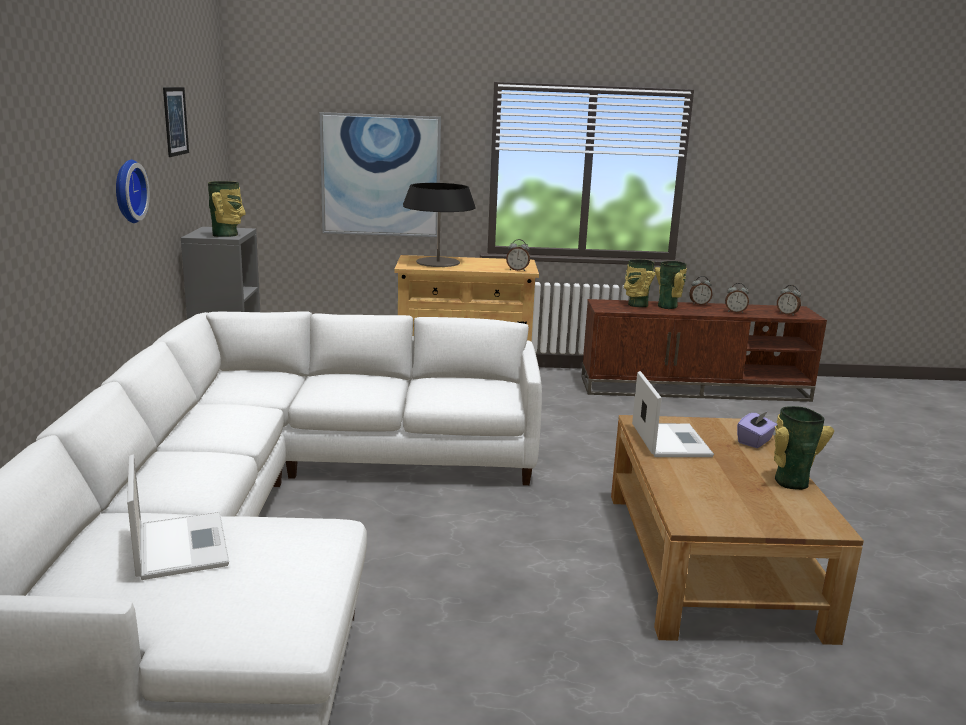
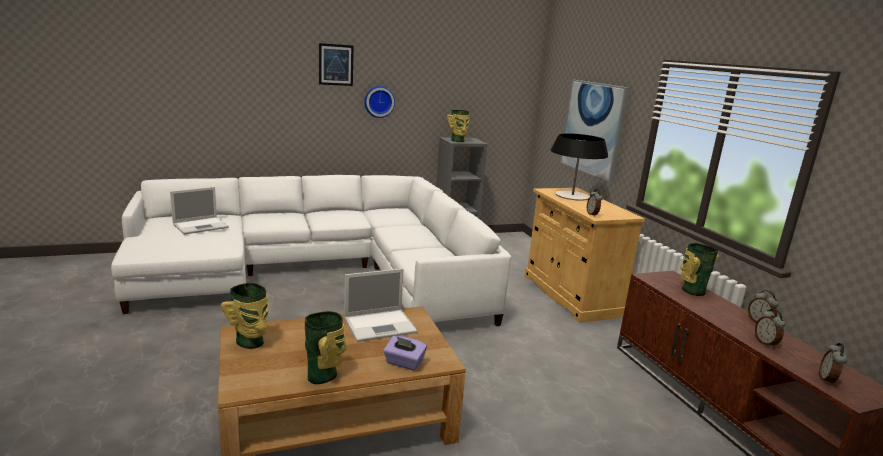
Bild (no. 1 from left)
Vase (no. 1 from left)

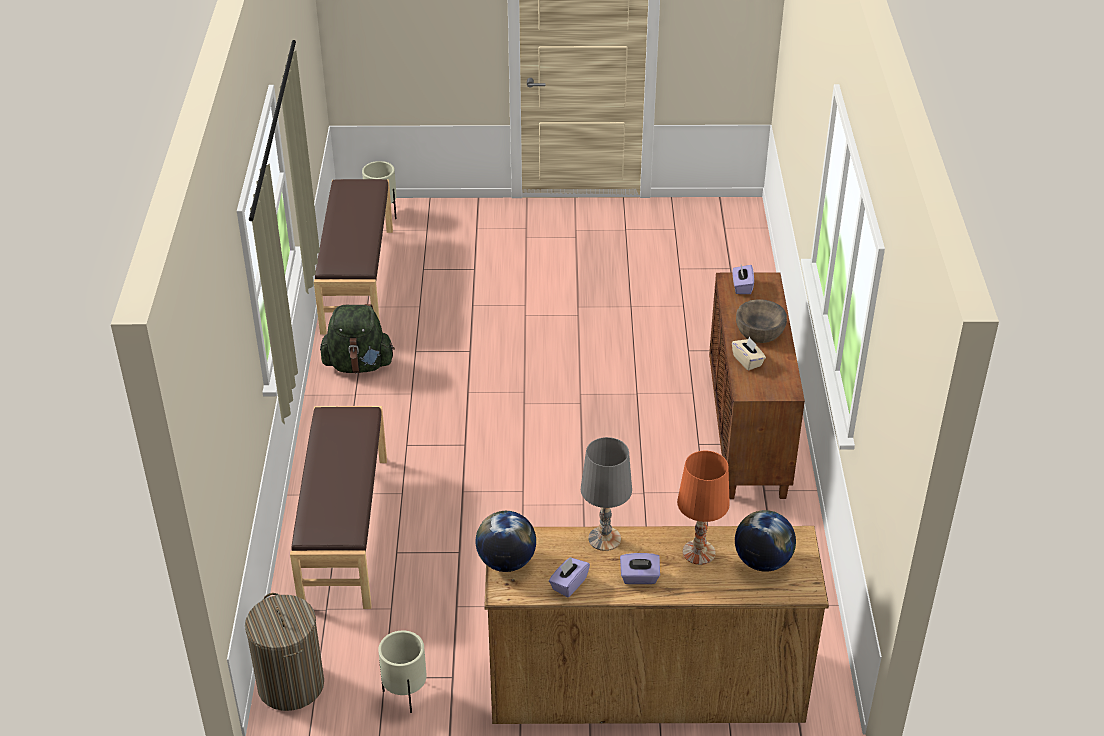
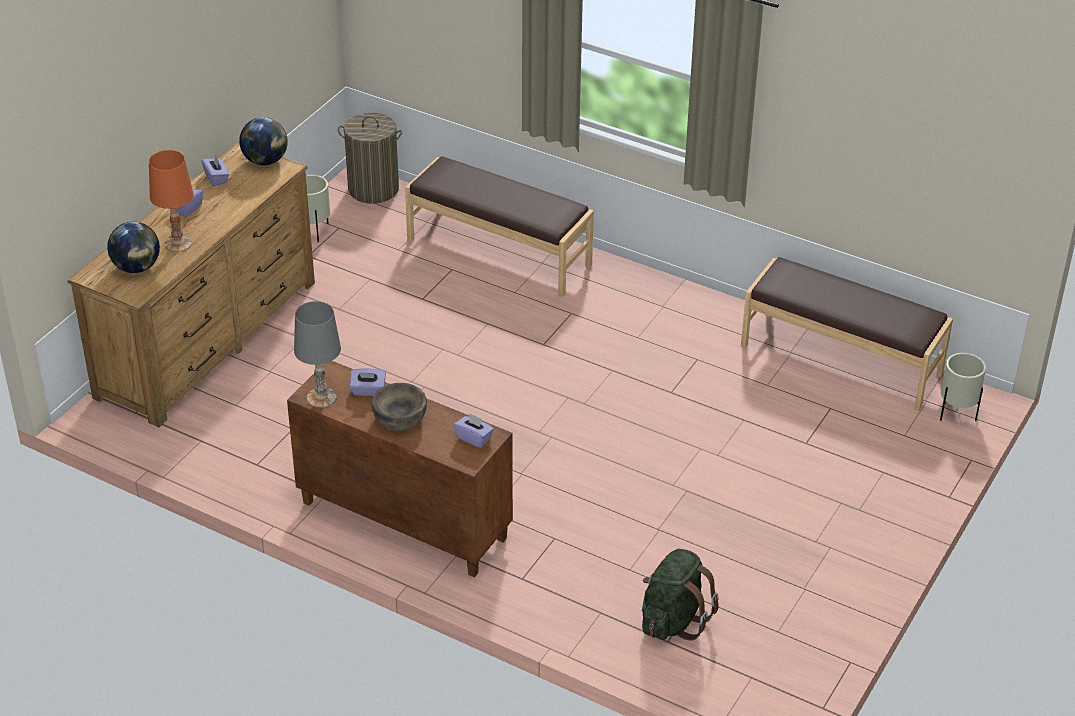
Rucksack [grün]
Taschentuchbox [lila] (no. 3 from left)
Tischlampe [grau]

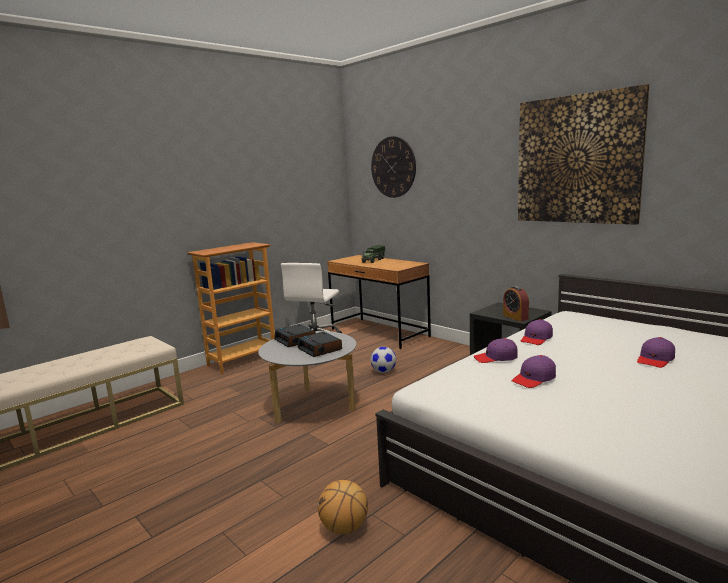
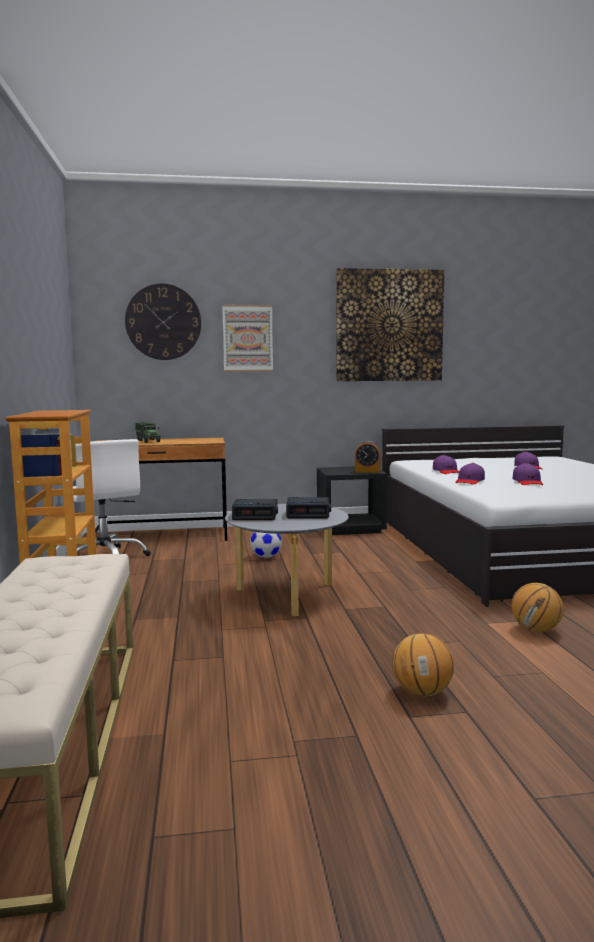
Bild (no. 1 from left)
Basketball (no. 1 from left)

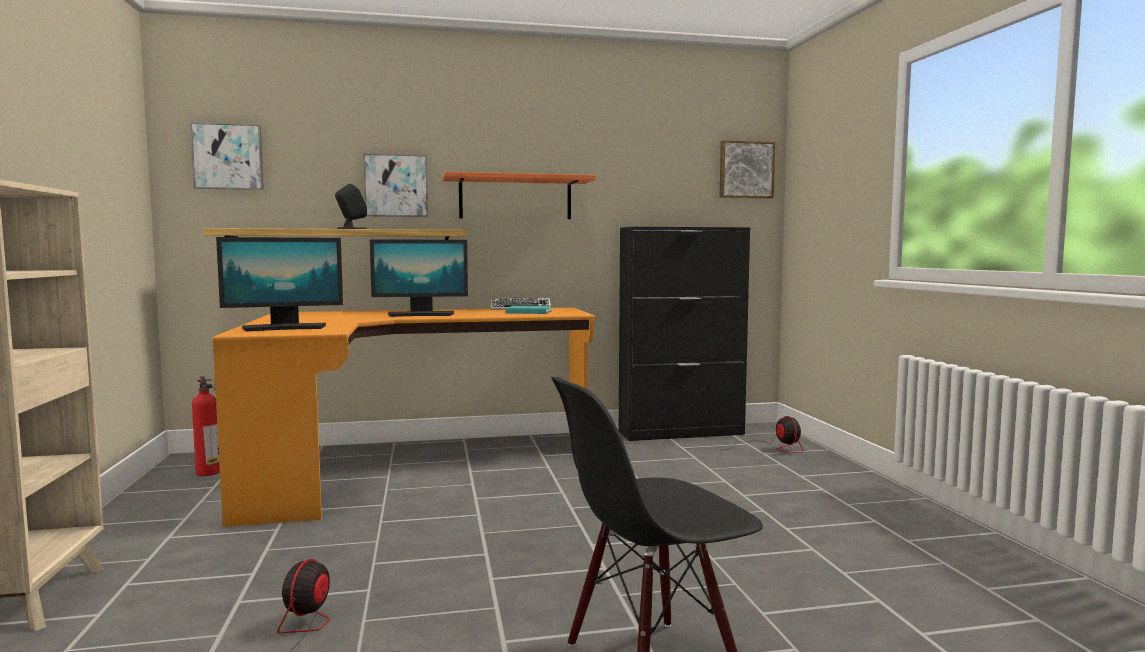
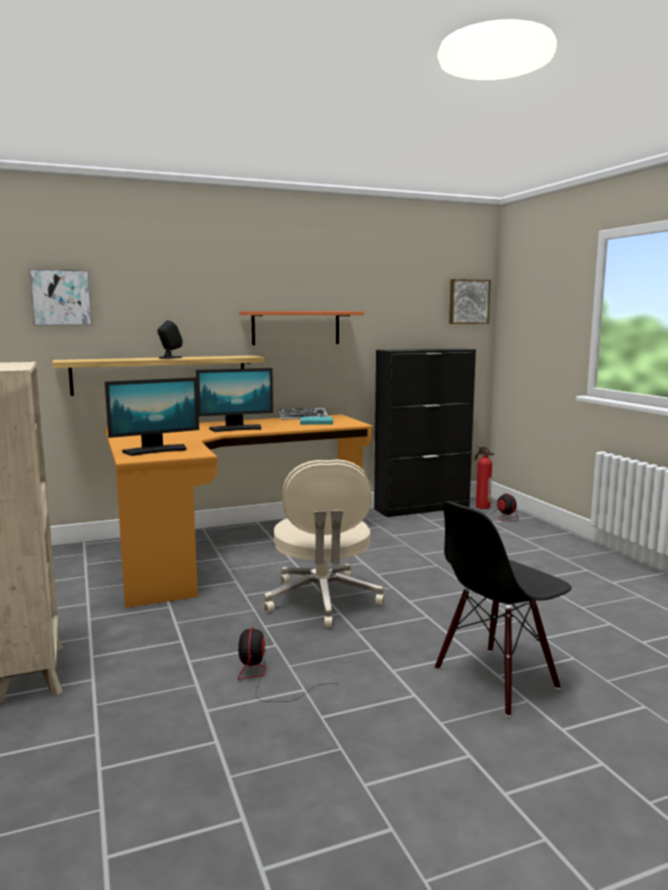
Bild (no. 2 from left in the first image)
Feuerlöscher
Bürostuhl [beige]

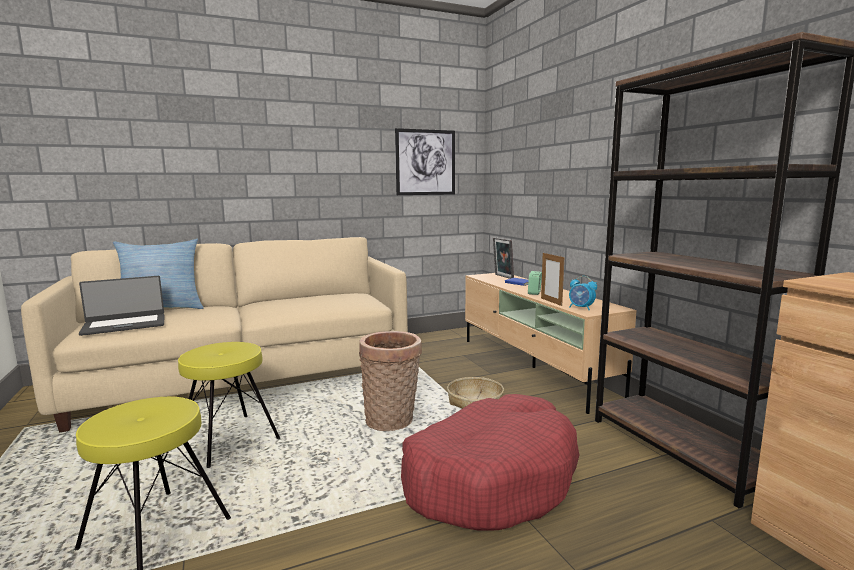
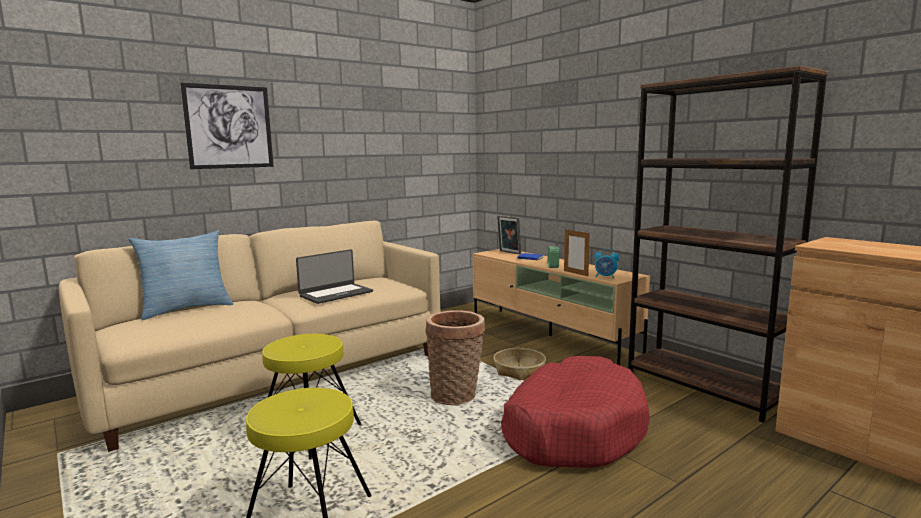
Bild
Laptop

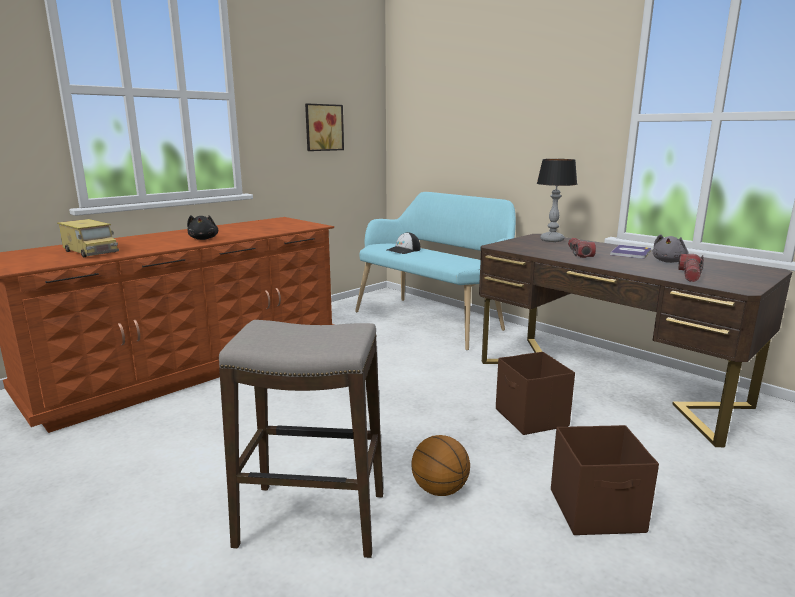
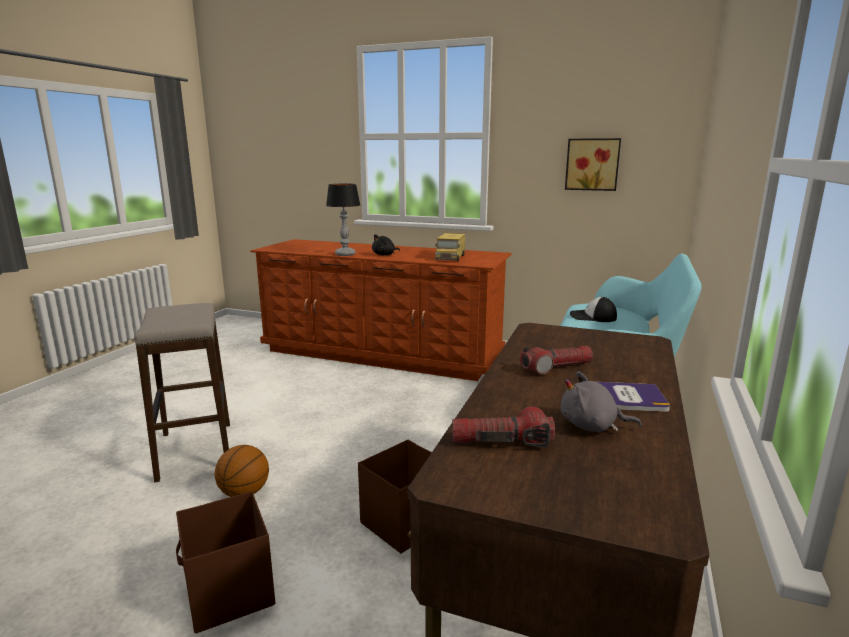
Tischlampe
Spielzeuglaster

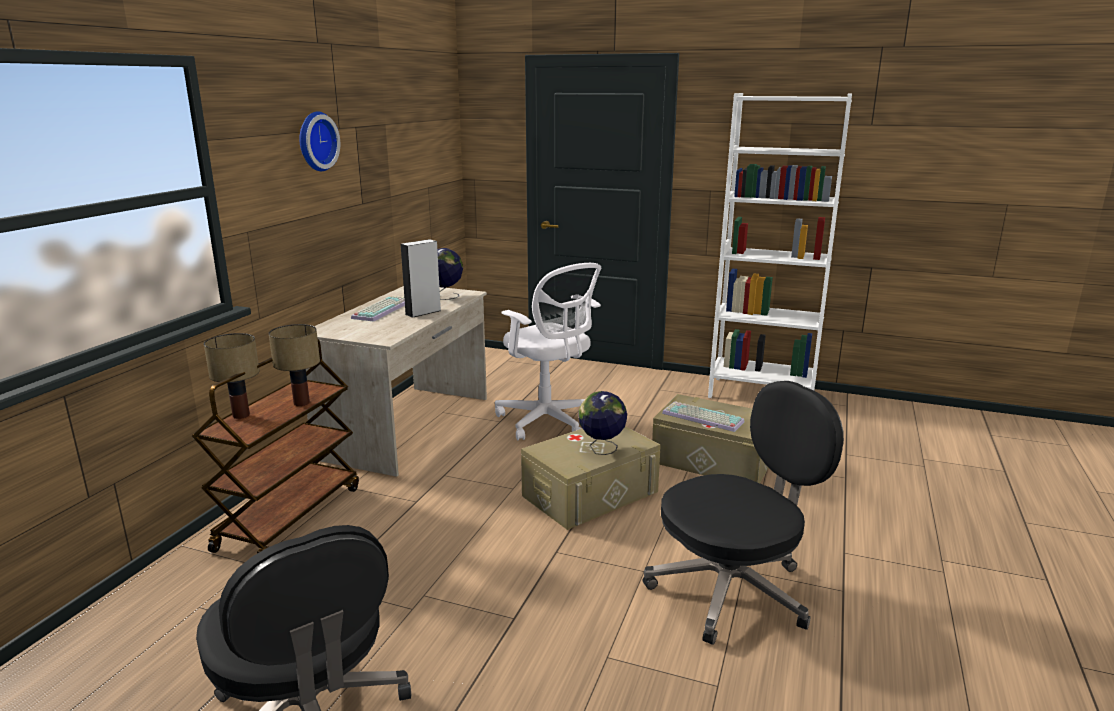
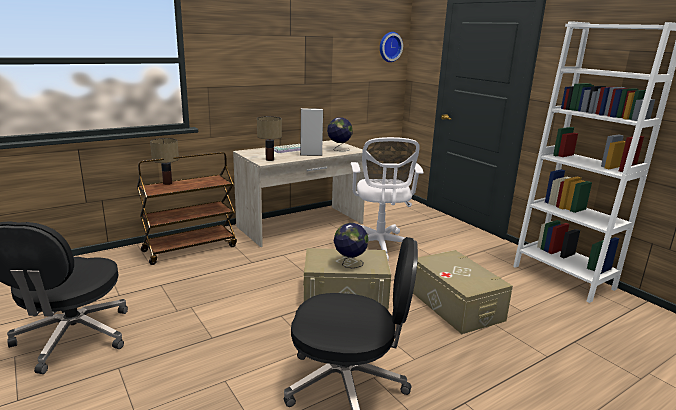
Wanduhr
Tischlampe (no. 2 from left)
Tastatur (no. 2 from left in the first image)

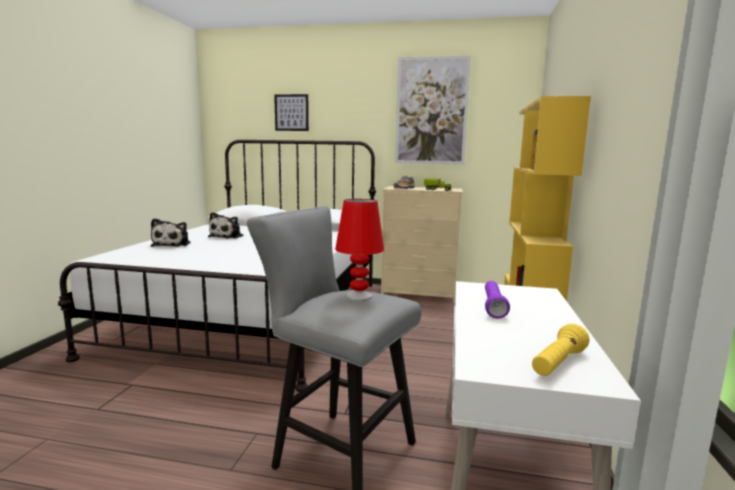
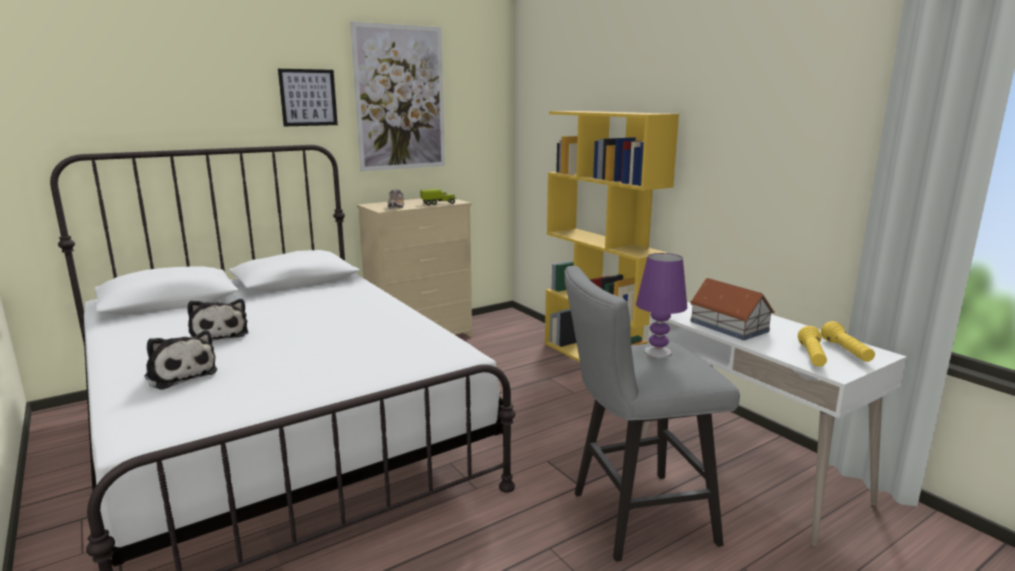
Bild (no. 1 from left)
Tischlampe [lila]
Spielzeughaus
Taschenlampe [gelb] (no. 1 from left)

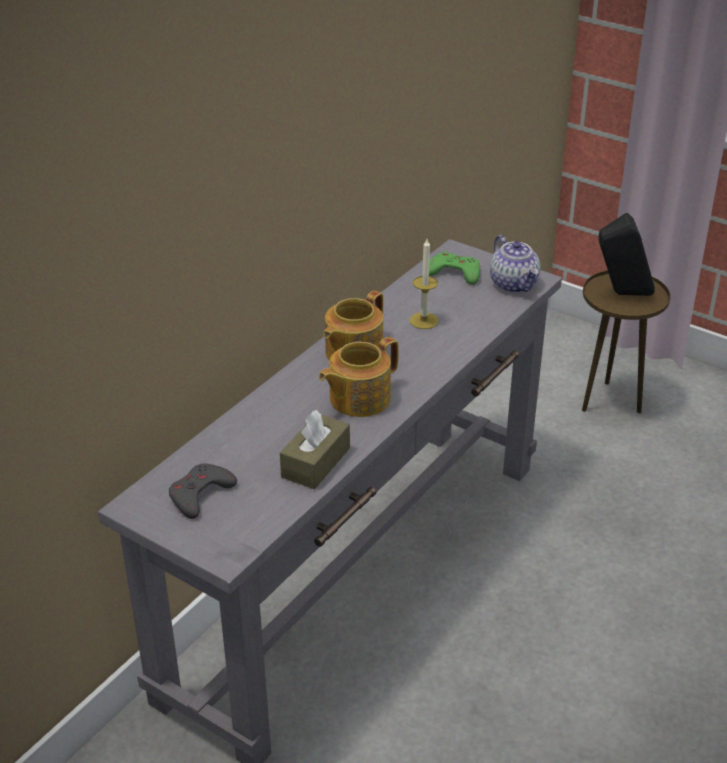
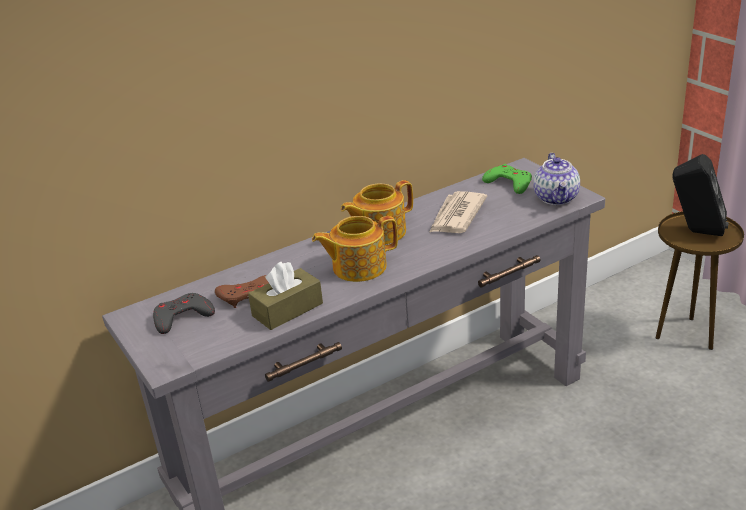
Zeitung
Gamepad [braun]

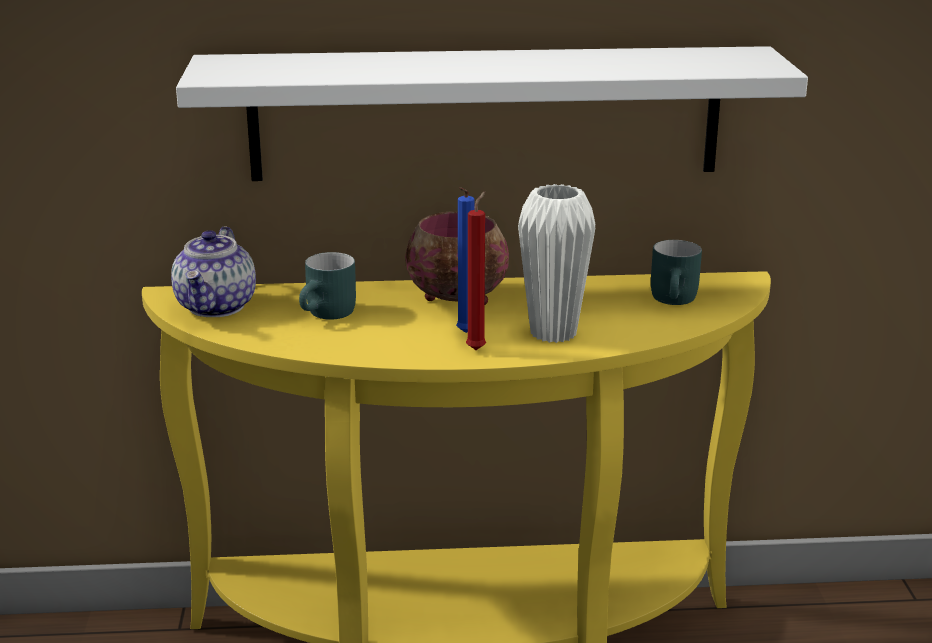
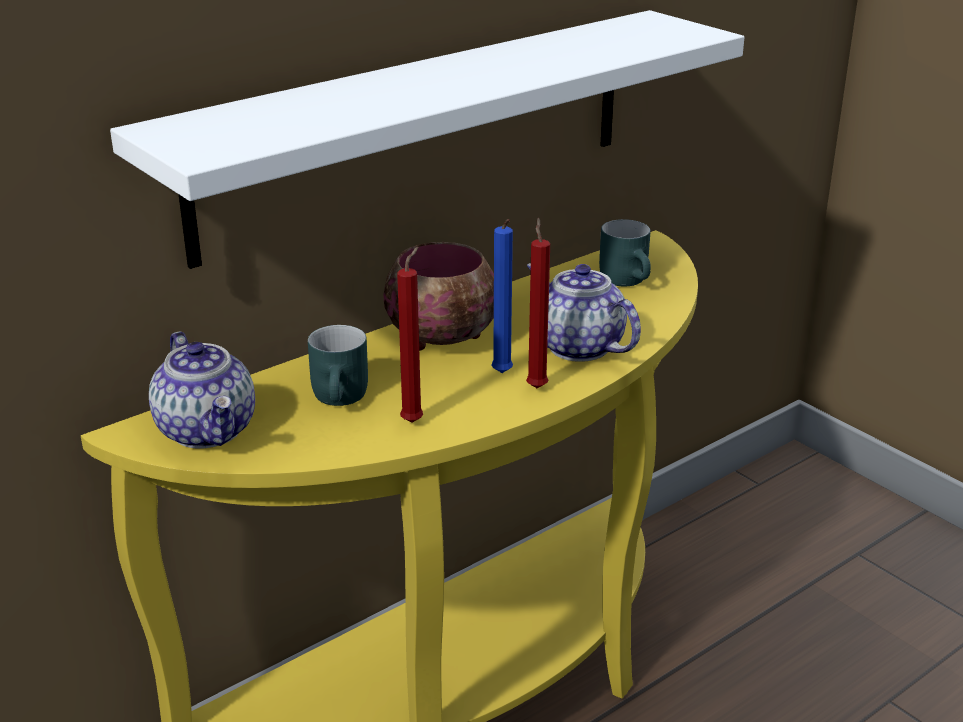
Teekanne (no. 2 from left)
Kerze [rot] (no. 1 from left)

